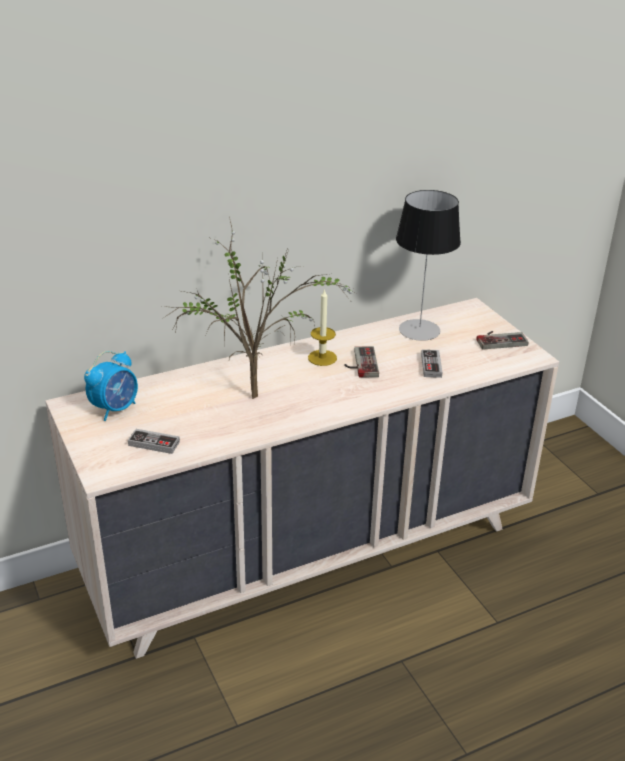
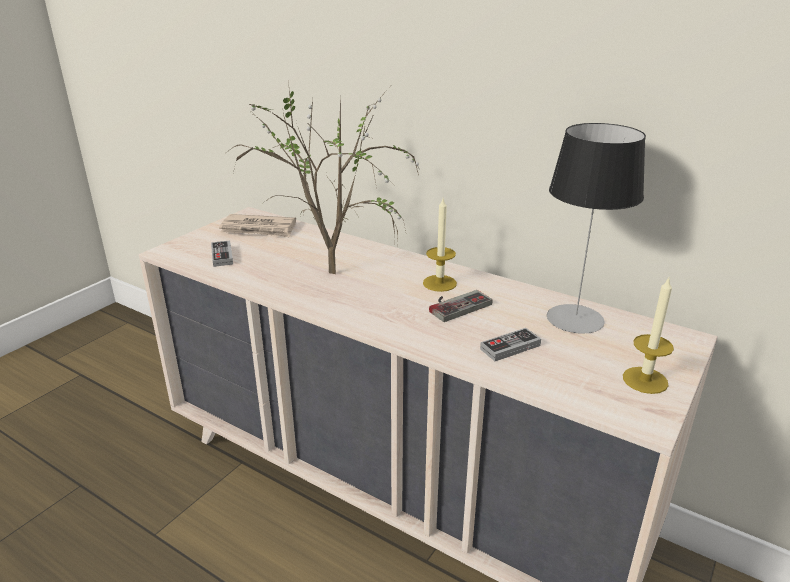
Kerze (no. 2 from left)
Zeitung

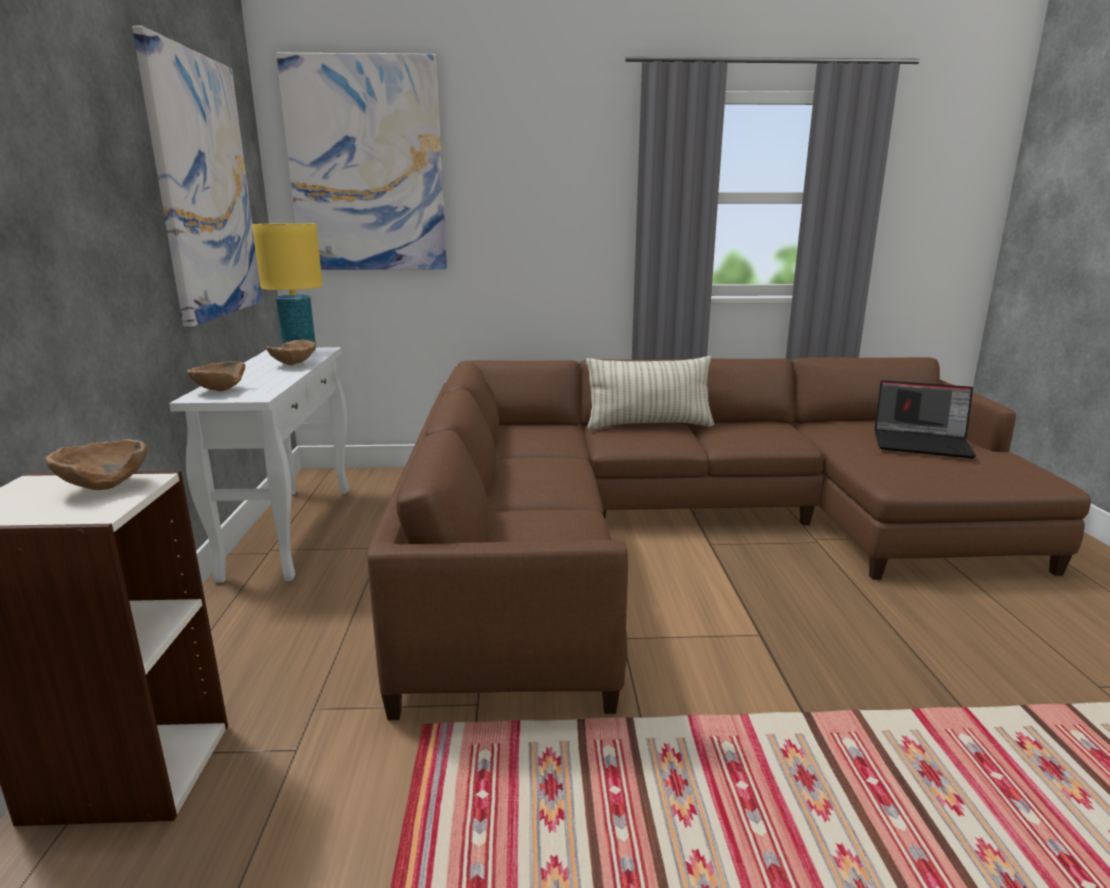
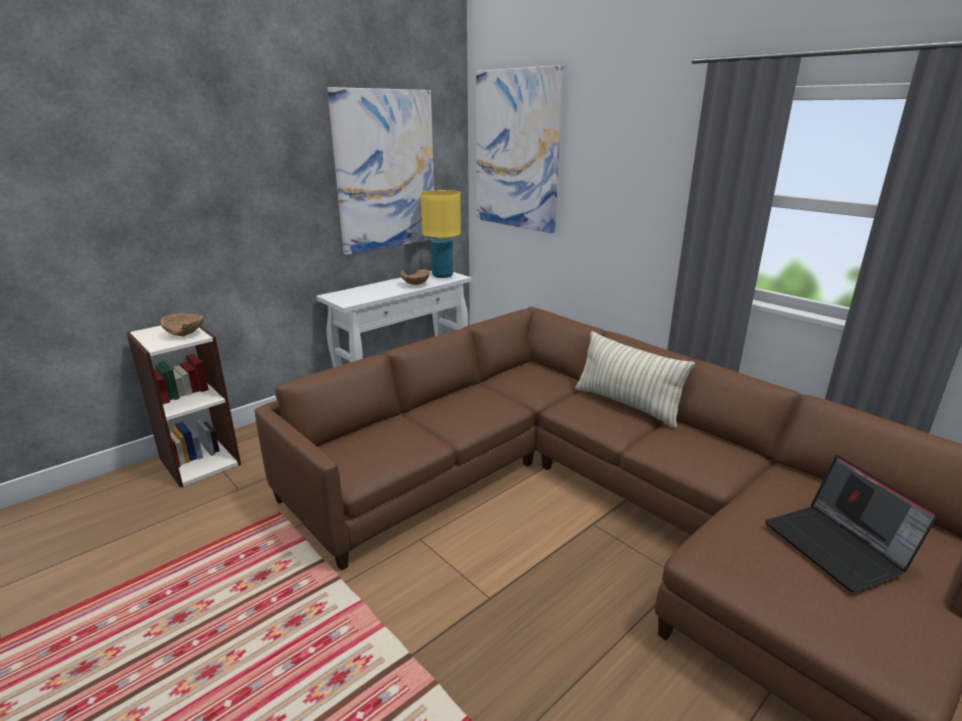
Schüssel [braun] (no. 2 from left in the first image)

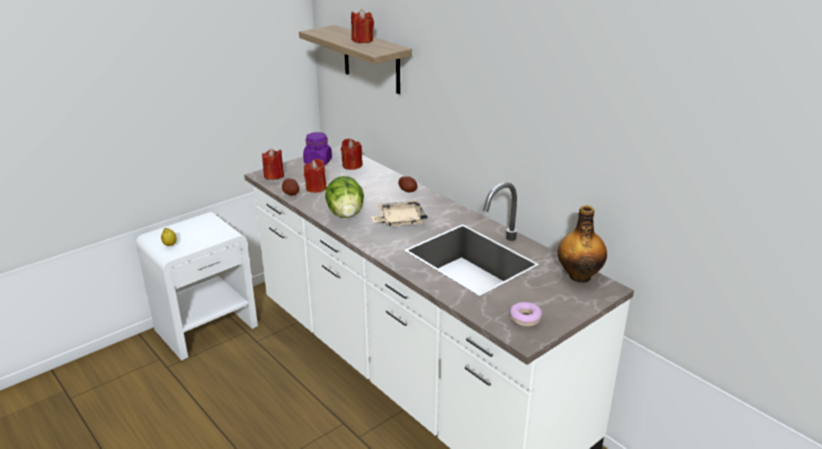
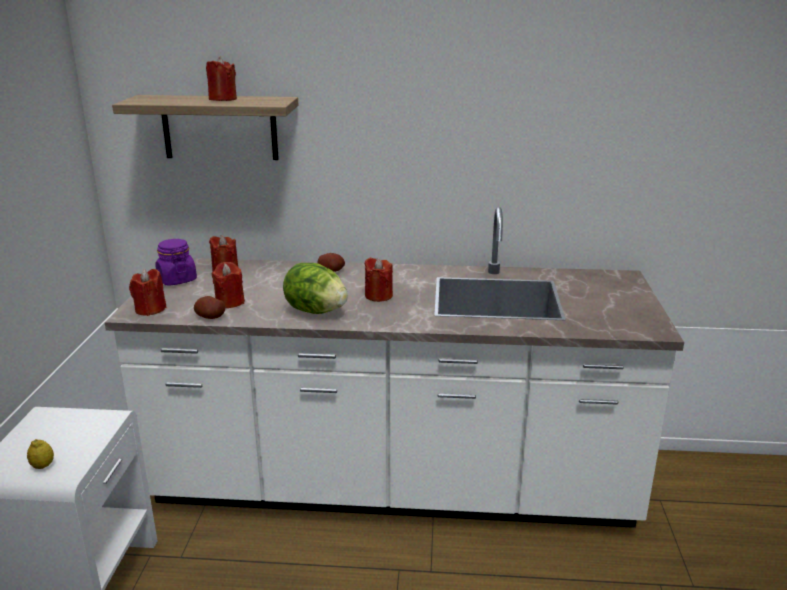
Kerze [rot] (no. 5 from left)
Flasche
Donut

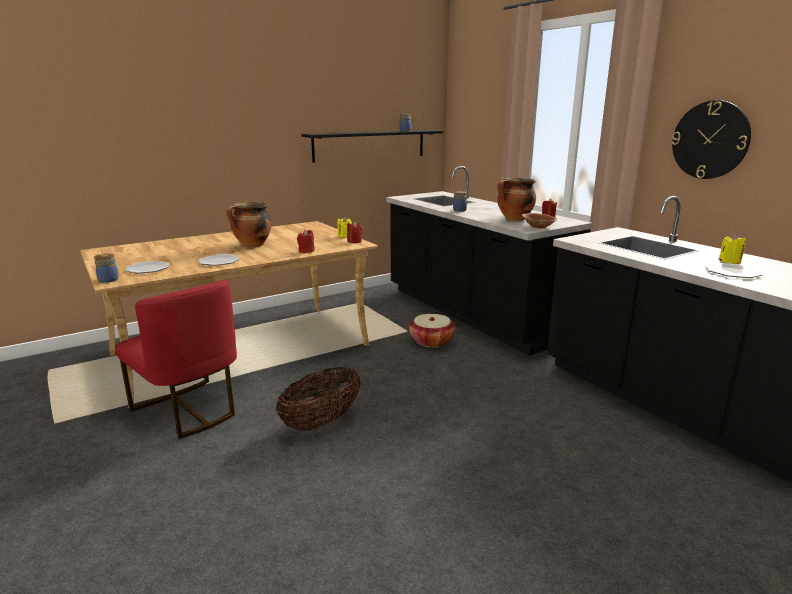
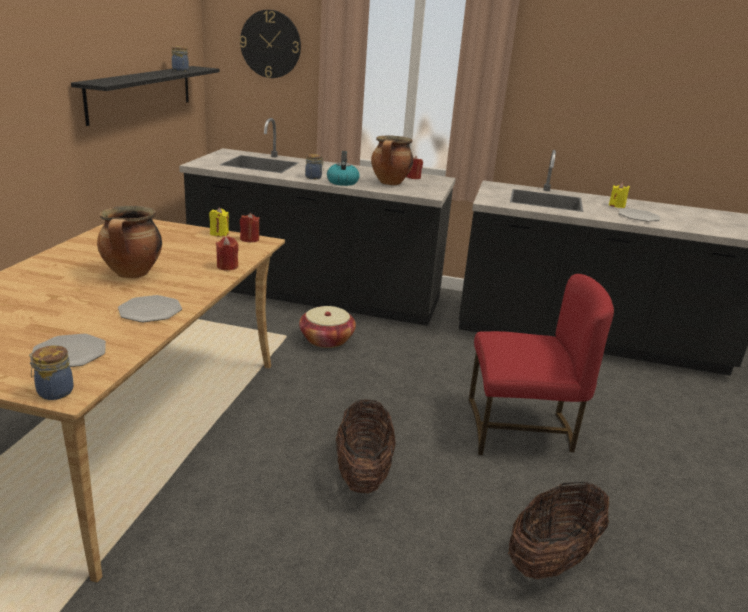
Wanduhr
Schüssel [braun]
Stuhl [rot]
Wasserkessel
Korb (no. 3 from left)

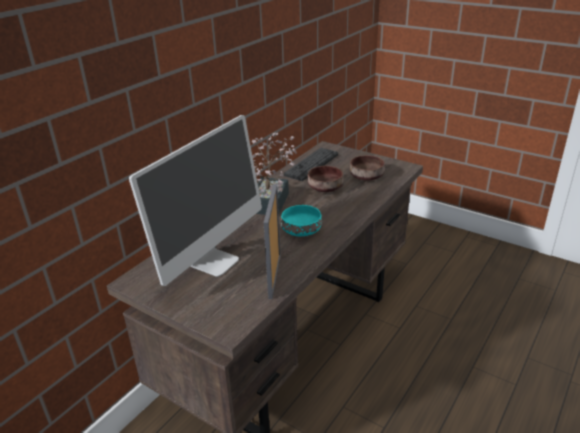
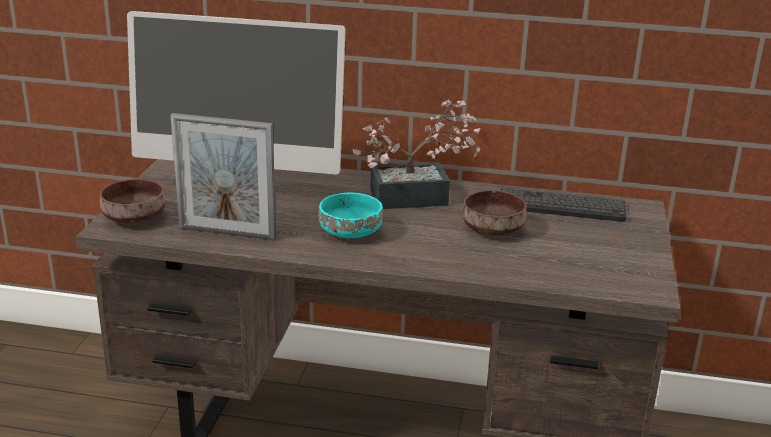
Schüssel [braun] (no. 1 from left)
Bilderrahmen

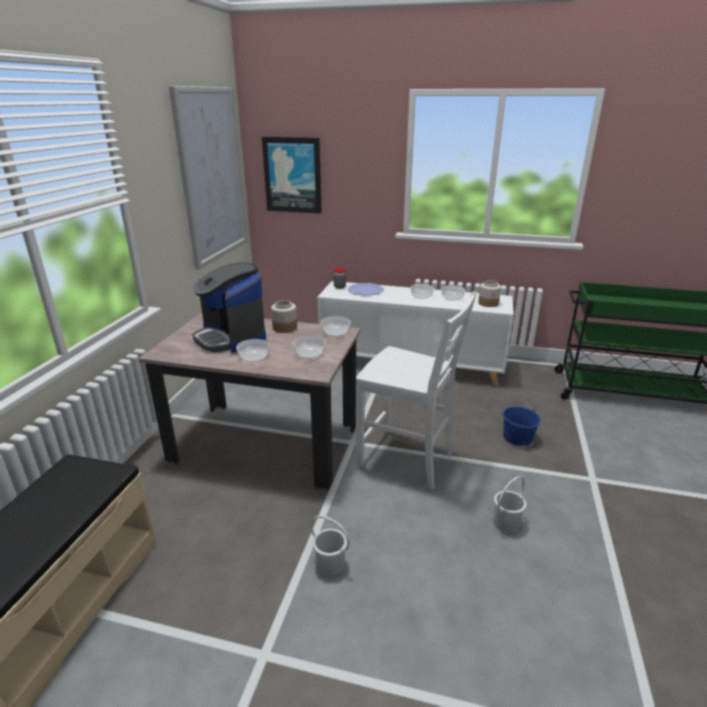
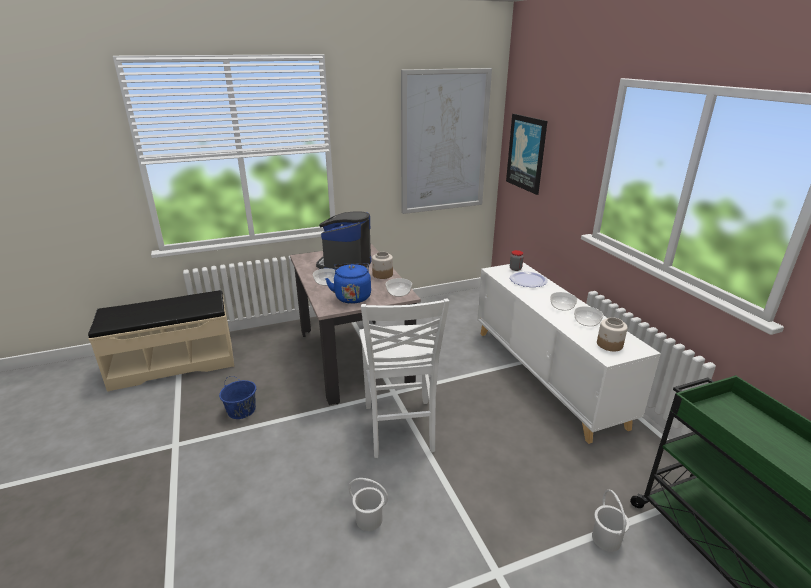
Wasserkessel [blau]
Eimer [blau]
Eimer [weiß] (no. 2 from left)

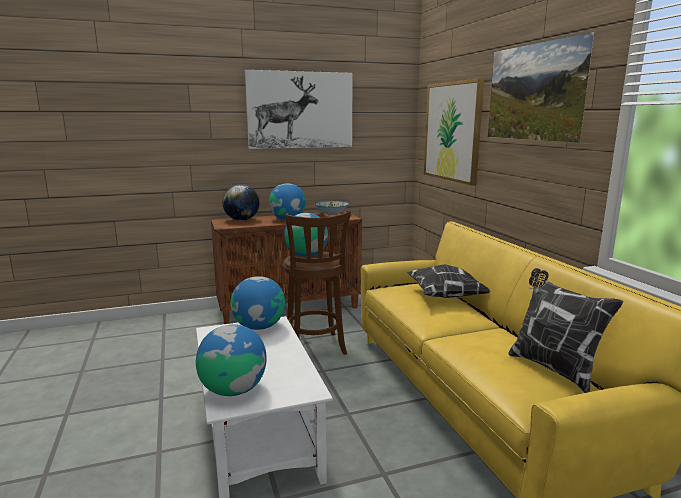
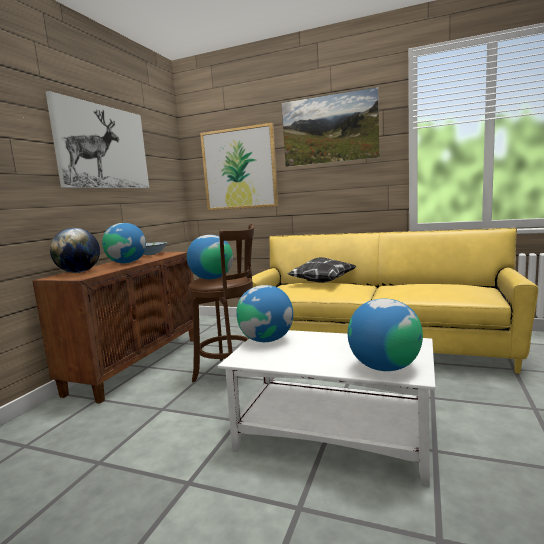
Kissen (no. 2 from left in the first image)

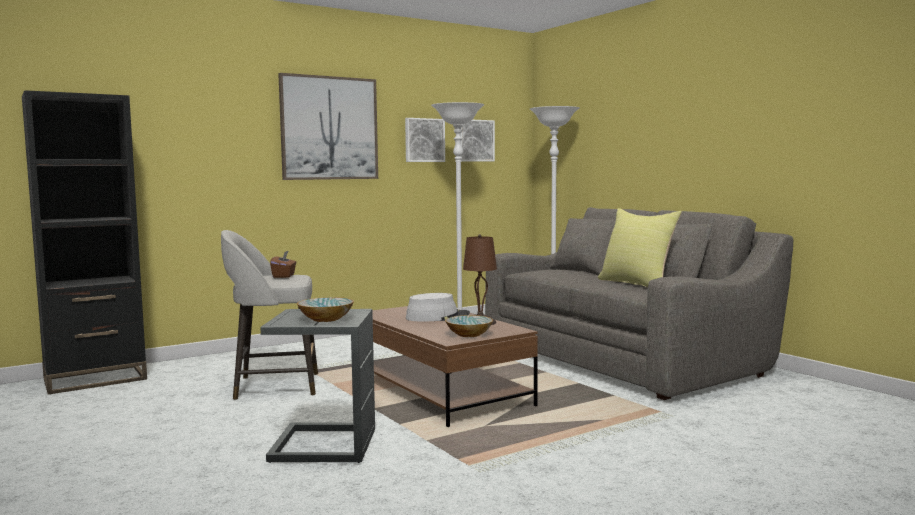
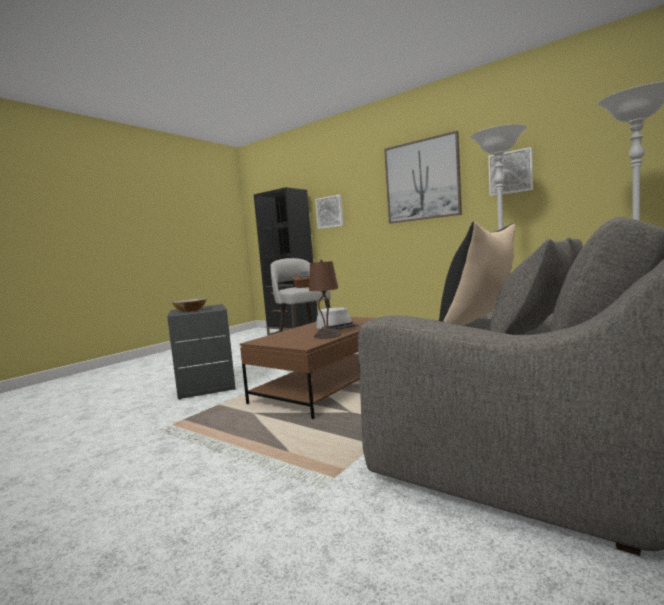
Bild (no. 1 from left)
Kissen [schwarz]
Schüssel (no. 2 from left in the first image)

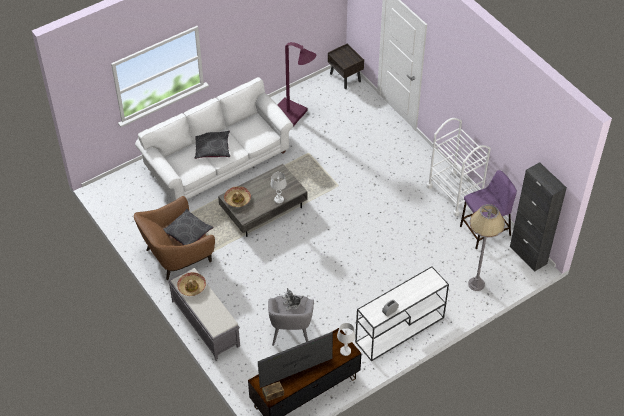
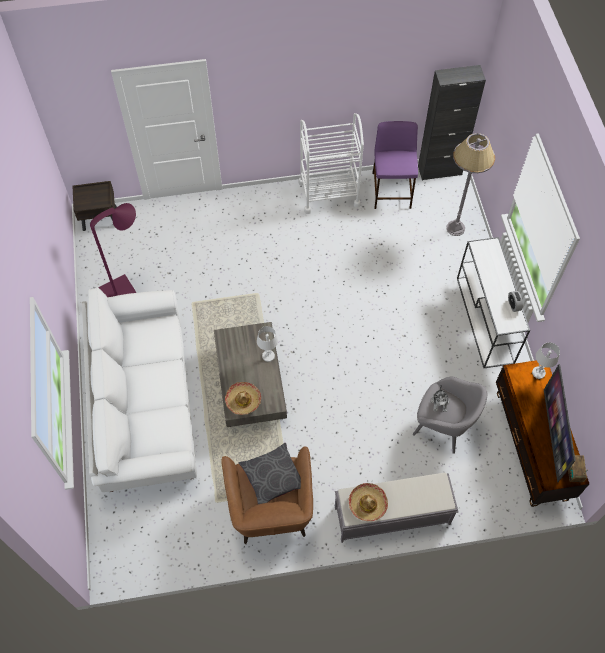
Kissen [grau] (no. 2 from left in the first image)

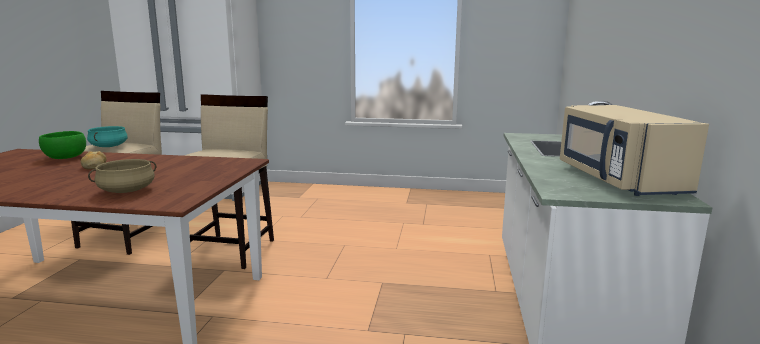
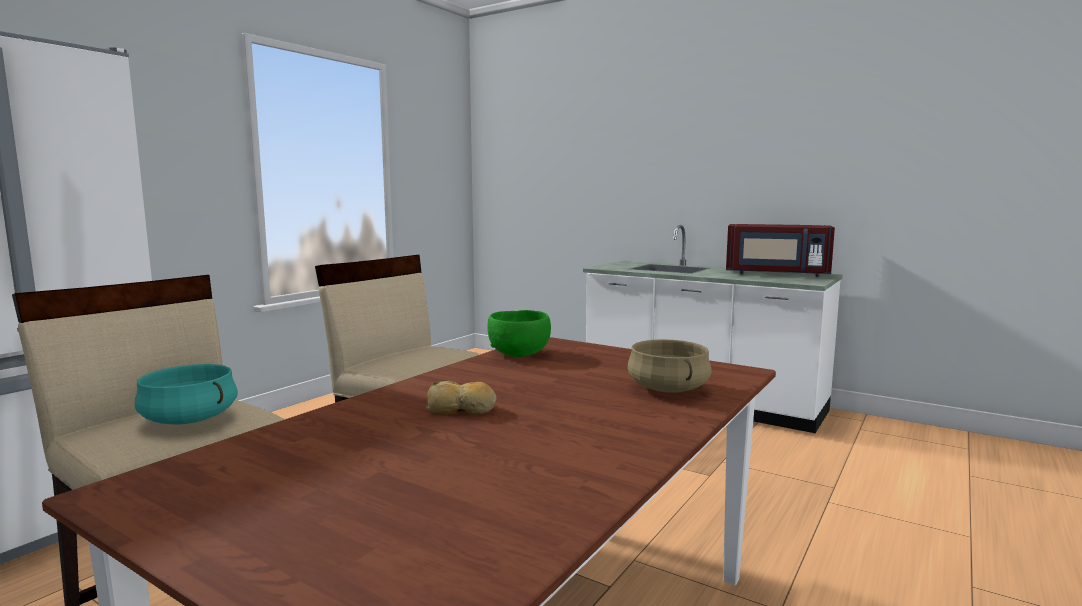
Mikrowelle [rot]
Schüssel [grün]

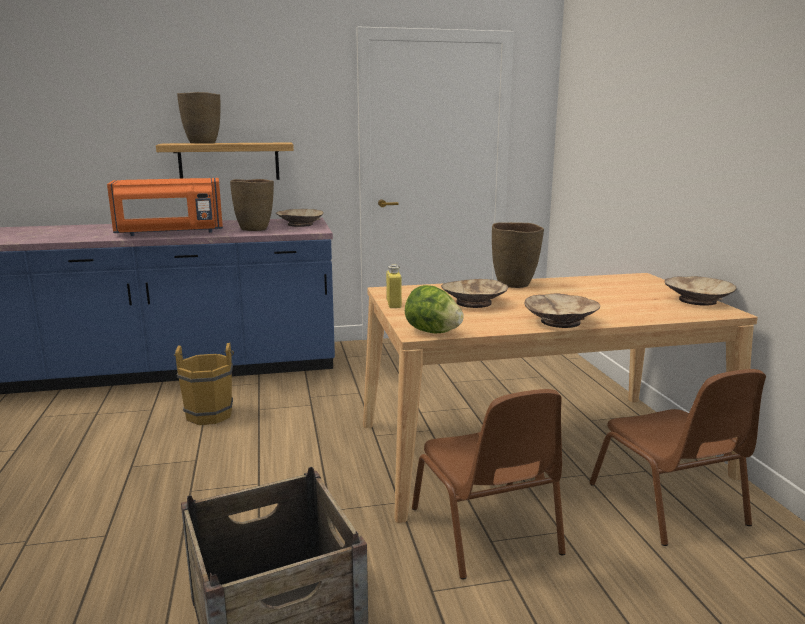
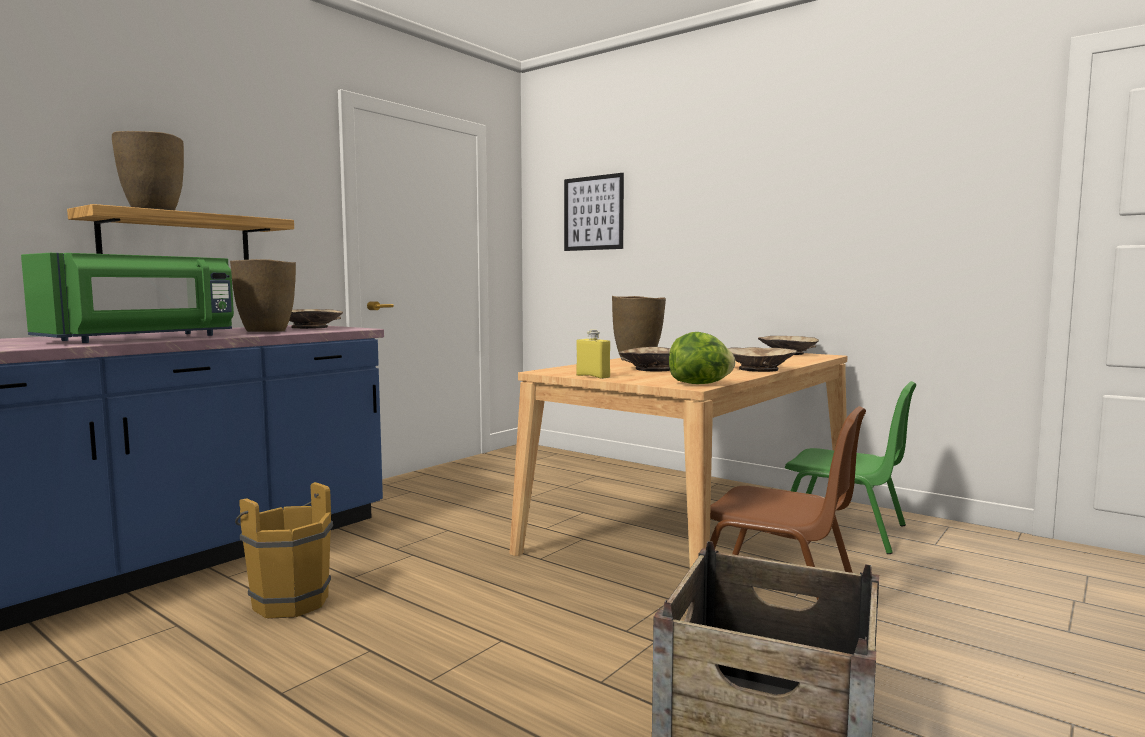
Mikrowelle [grün]
Stuhl [grün]
Bild

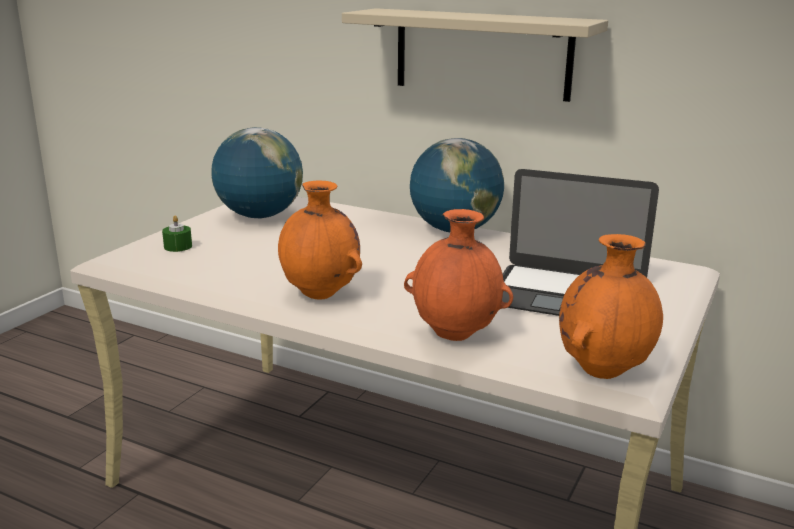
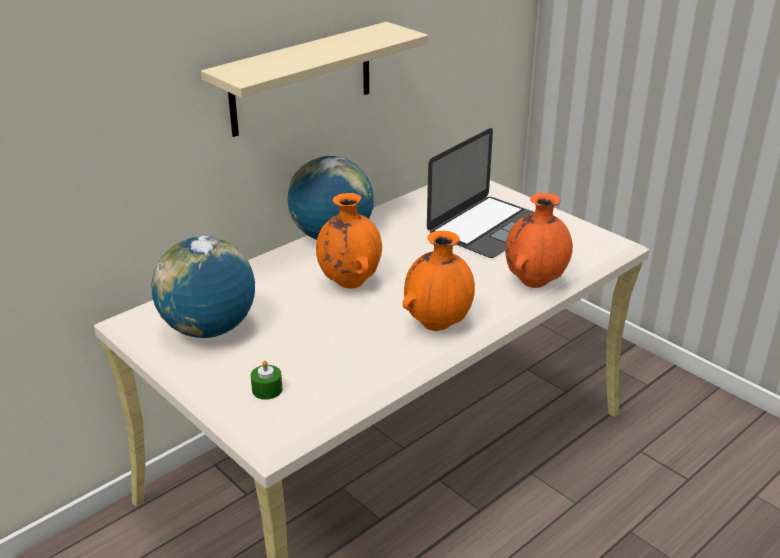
Vase [orange] (no. 1 from left)

